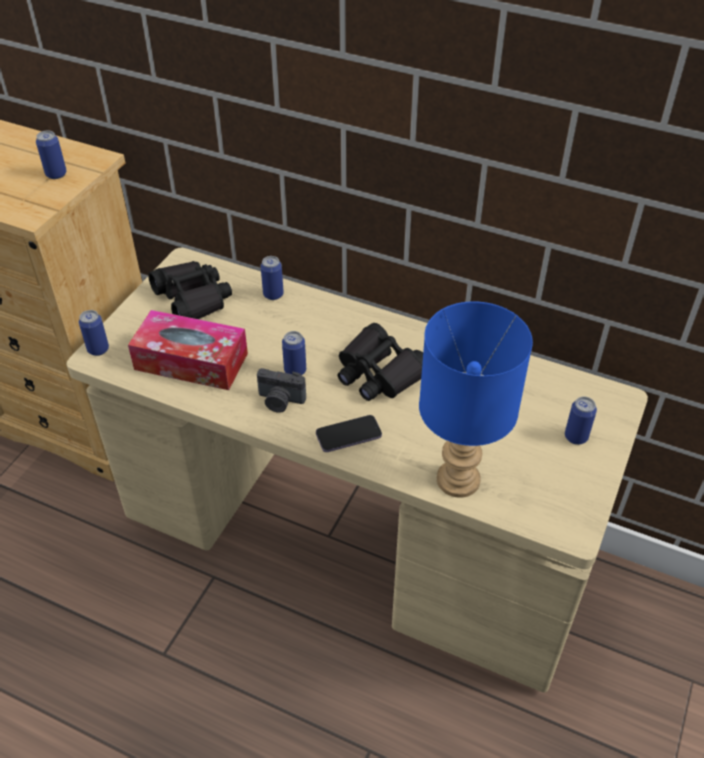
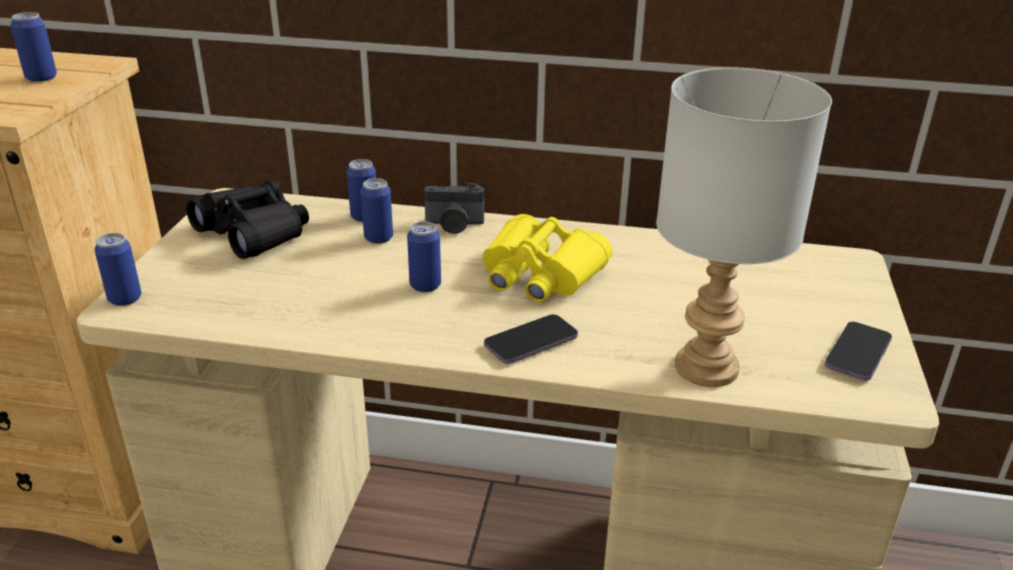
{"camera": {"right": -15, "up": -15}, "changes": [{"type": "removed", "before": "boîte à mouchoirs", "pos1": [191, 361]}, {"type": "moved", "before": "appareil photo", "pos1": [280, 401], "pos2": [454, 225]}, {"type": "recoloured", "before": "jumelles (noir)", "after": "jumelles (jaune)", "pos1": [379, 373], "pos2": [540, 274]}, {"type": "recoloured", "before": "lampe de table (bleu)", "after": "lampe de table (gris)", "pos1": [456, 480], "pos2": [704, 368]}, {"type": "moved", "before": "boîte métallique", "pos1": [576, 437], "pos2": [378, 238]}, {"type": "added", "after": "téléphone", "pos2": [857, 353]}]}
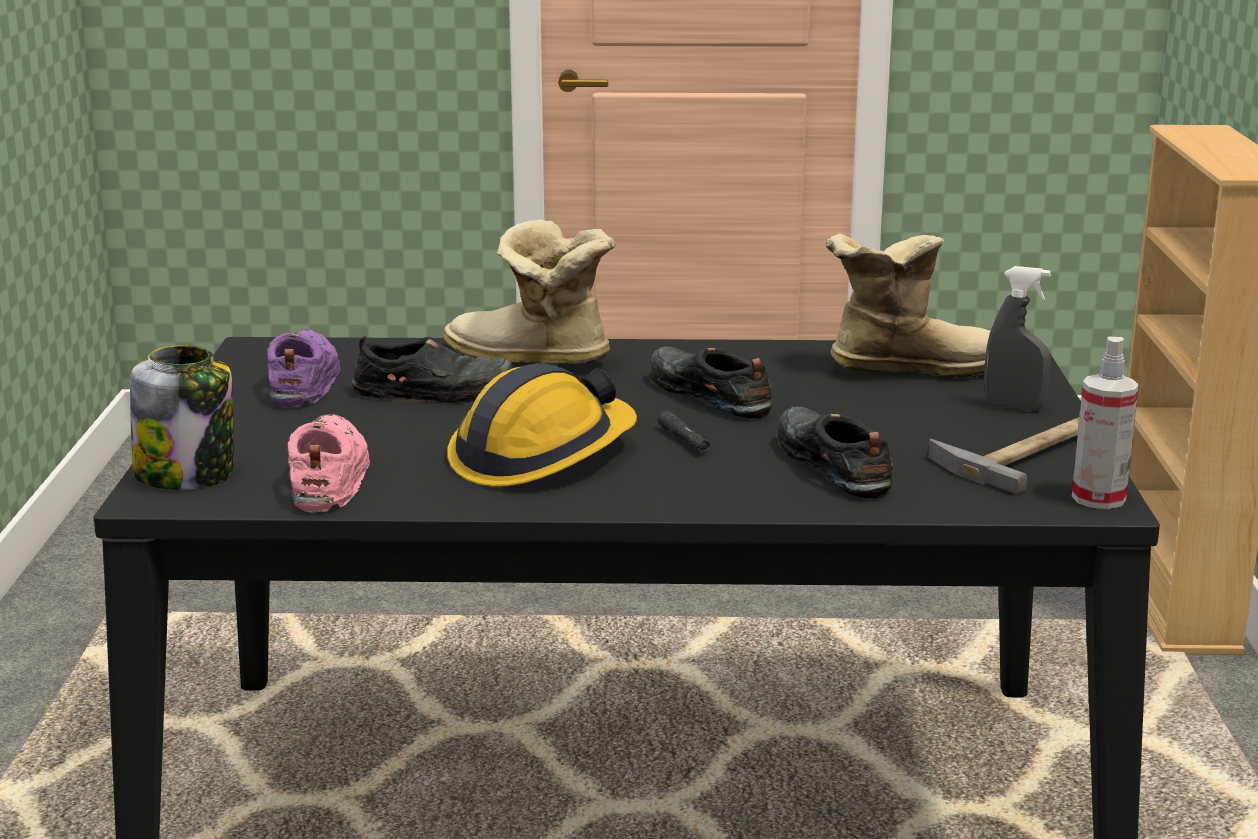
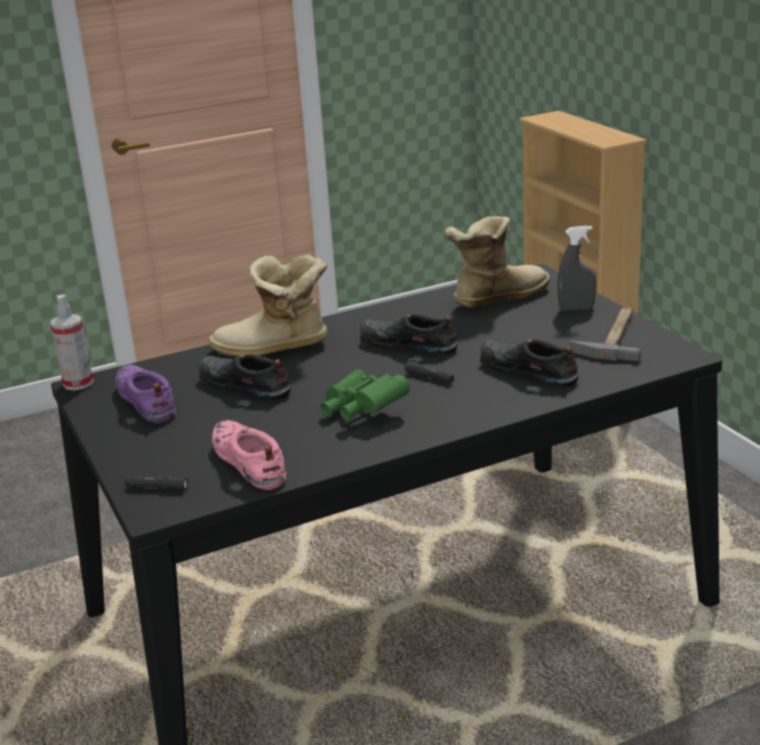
{"camera": {"right": -25, "up": 5}, "changes": [{"type": "replaced", "before": "bocal", "after": "lampe de poche (noir)", "pos1": [187, 475], "pos2": [156, 488]}, {"type": "turned", "before": "chaussure (noir)", "pos1": [437, 391], "pos2": [243, 385], "turn": -120}, {"type": "replaced", "before": "casque de chantier", "after": "jumelles (vert)", "pos1": [541, 456], "pos2": [361, 410]}, {"type": "moved", "before": "vaporisateur", "pos1": [1098, 498], "pos2": [78, 383]}]}
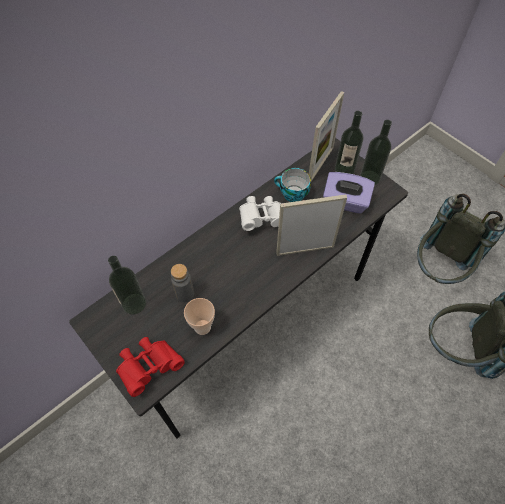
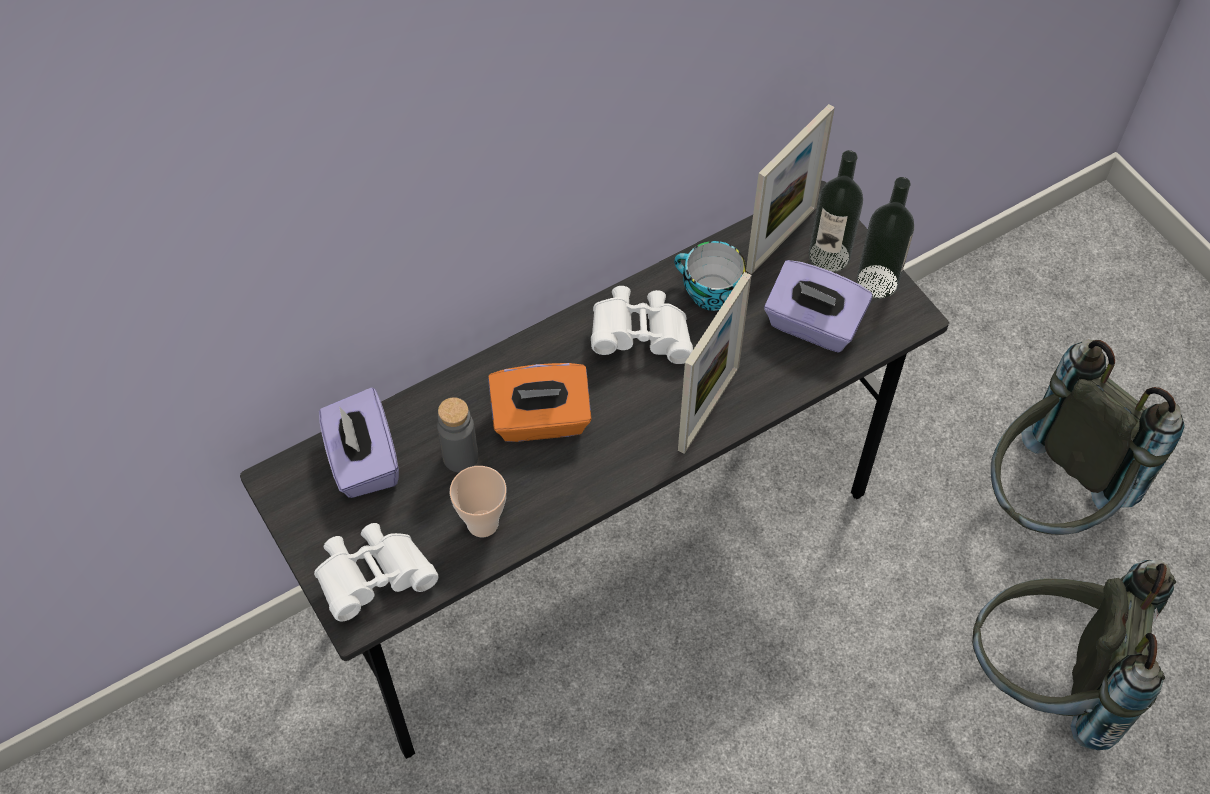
{"camera": {"right": 10, "up": 0}, "changes": [{"type": "replaced", "before": "bouteille", "after": "boîte à mouchoirs (violet)", "pos1": [134, 304], "pos2": [363, 461]}, {"type": "recoloured", "before": "jumelles (rouge)", "after": "jumelles (blanc)", "pos1": [149, 366], "pos2": [374, 578]}, {"type": "turned", "before": "cadre photo", "pos1": [305, 250], "pos2": [708, 408], "turn": 120}, {"type": "added", "after": "boîte à mouchoirs (orange)", "pos2": [541, 420]}]}
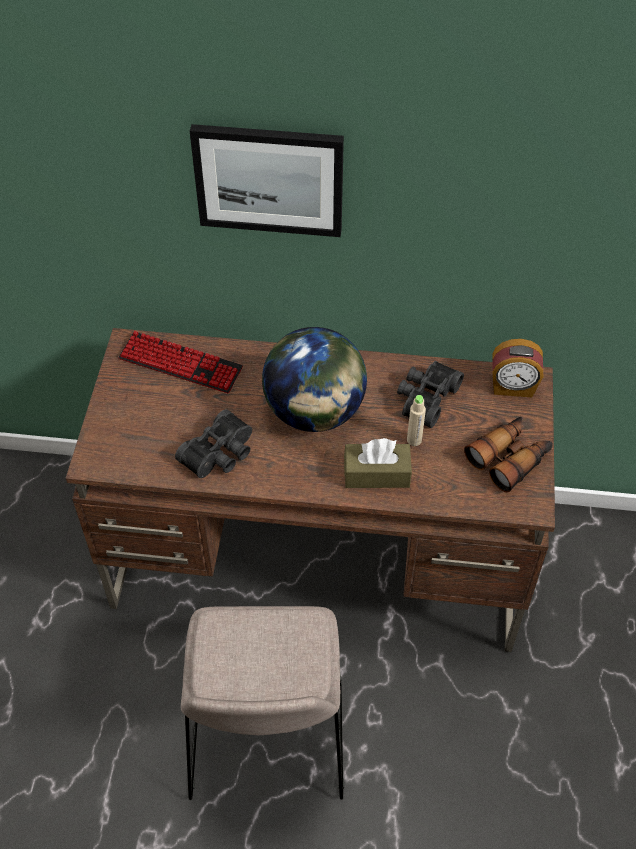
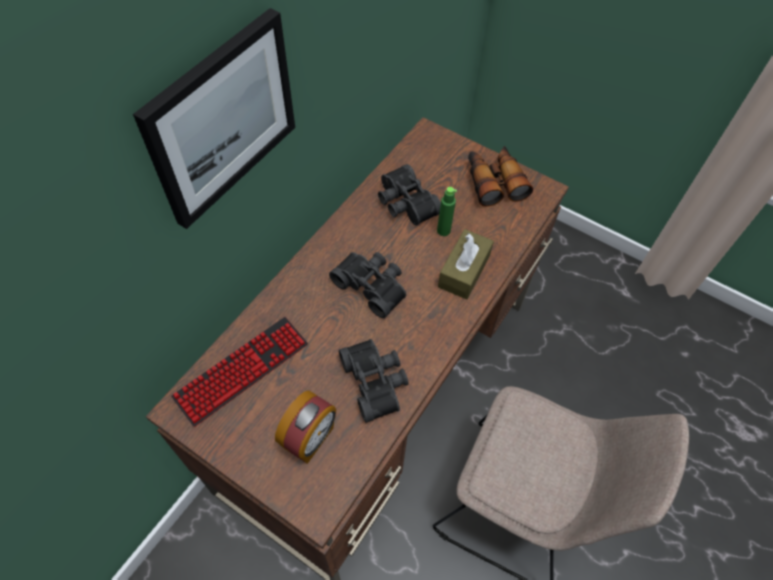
{"camera": {"right": -65, "up": 5}, "changes": [{"type": "replaced", "before": "globe", "after": "jumelles (noir)", "pos1": [315, 412], "pos2": [372, 285]}, {"type": "recoloured", "before": "bouteille (beige)", "after": "bouteille (vert)", "pos1": [414, 440], "pos2": [443, 231]}, {"type": "moved", "before": "réveil", "pos1": [512, 387], "pos2": [310, 438]}]}
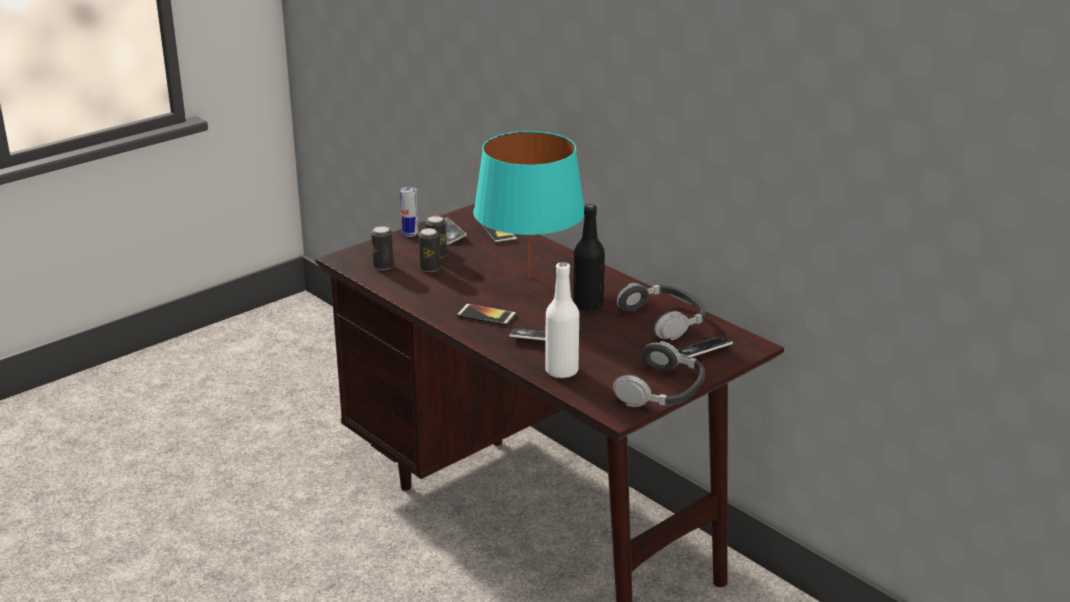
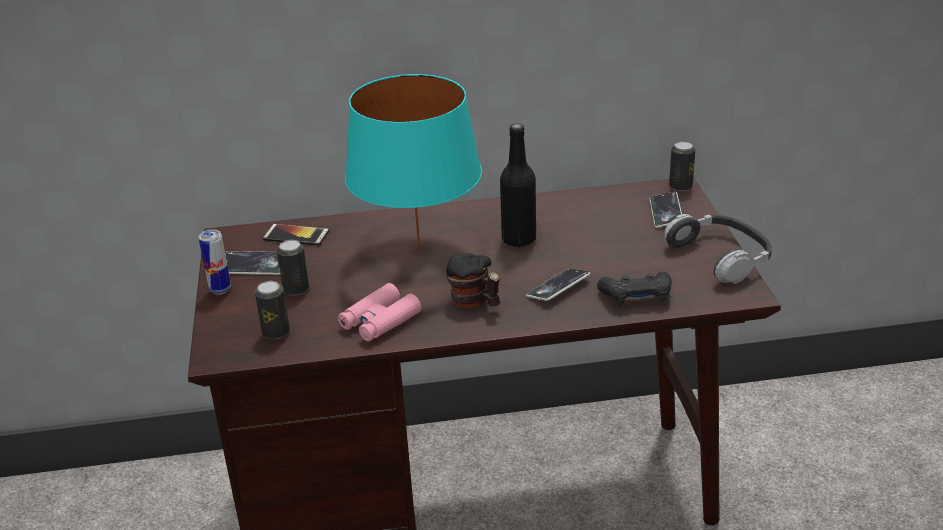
{"camera": {"right": -55, "up": 5}, "changes": [{"type": "moved", "before": "boîte métallique", "pos1": [430, 268], "pos2": [680, 186]}, {"type": "replaced", "before": "téléphone", "after": "mug", "pos1": [486, 316], "pos2": [474, 302]}, {"type": "replaced", "before": "bouteille (blanc)", "after": "manette (noir)", "pos1": [561, 371], "pos2": [636, 297]}, {"type": "removed", "before": "casque audio", "pos1": [664, 319]}, {"type": "added", "after": "jumelles (rose)", "pos2": [380, 321]}]}
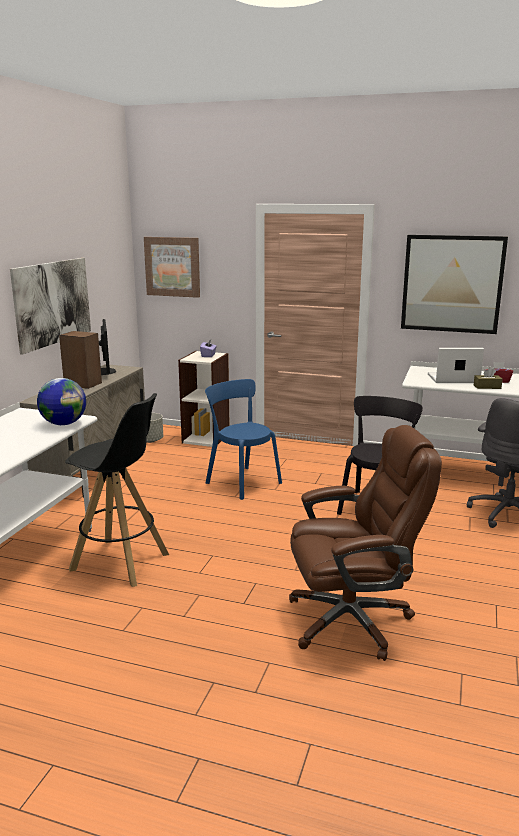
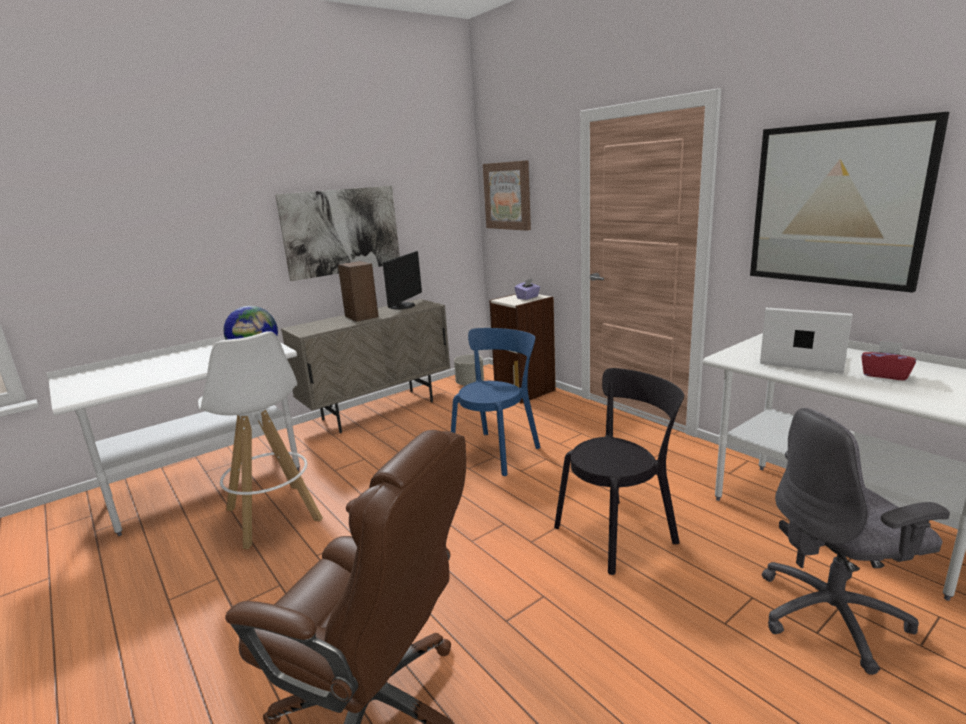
{"camera": {"right": 35, "up": 0}, "changes": [{"type": "recoloured", "before": "tabouret (noir)", "after": "tabouret (blanc)", "pos1": [121, 562], "pos2": [273, 515]}, {"type": "turned", "before": "chaise (bleu)", "pos1": [241, 482], "pos2": [497, 451], "turn": 45}, {"type": "removed", "before": "boîte à mouchoirs (marron)", "pos1": [487, 387]}]}
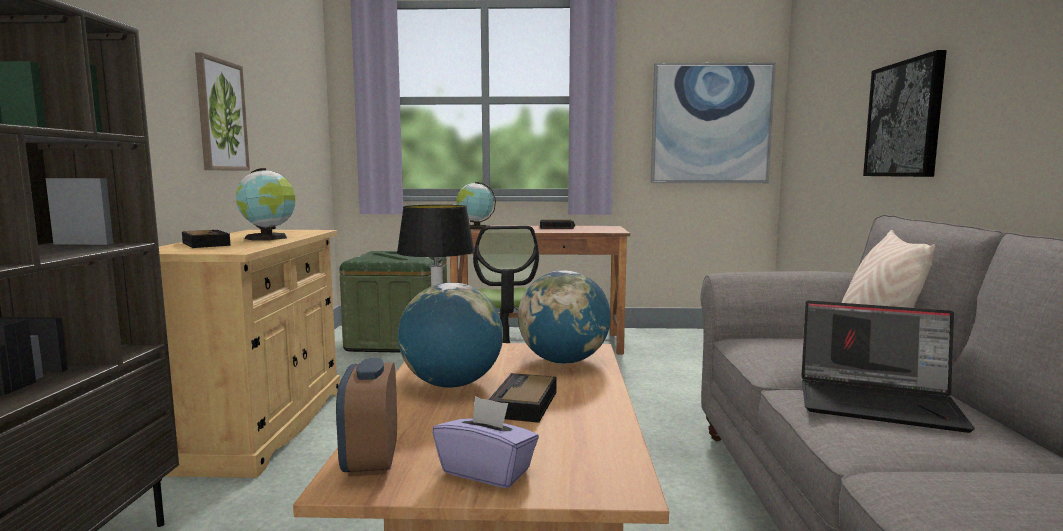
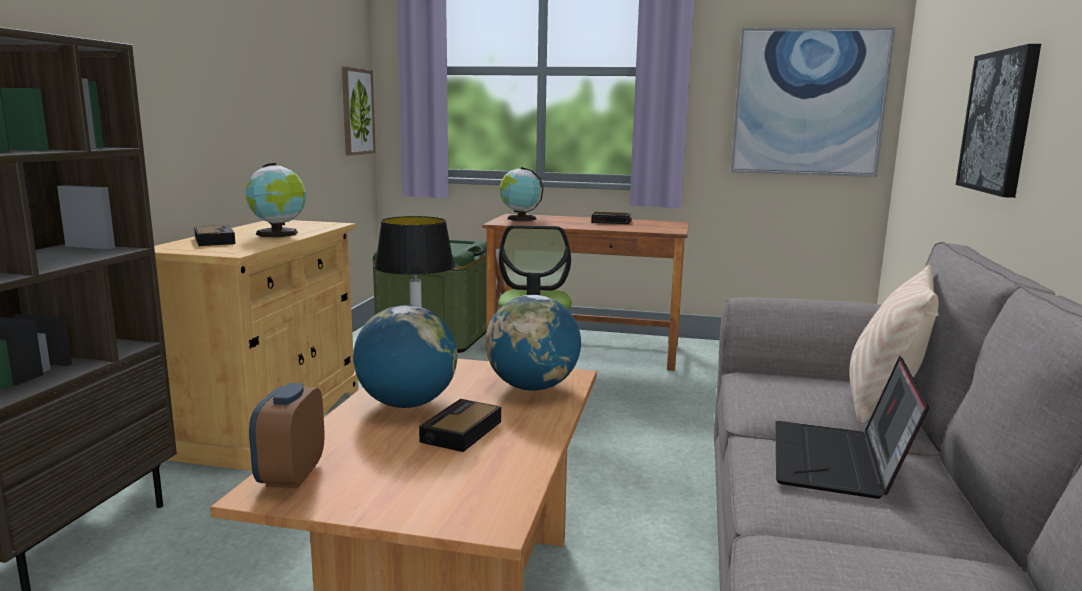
{"camera": {"right": 10, "up": 5}, "changes": [{"type": "moved", "before": "tableau", "pos1": [221, 115], "pos2": [357, 111]}, {"type": "removed", "before": "boîte à mouchoirs (violet)", "pos1": [487, 471]}, {"type": "turned", "before": "ordinateur portable", "pos1": [879, 402], "pos2": [839, 463], "turn": 75}]}
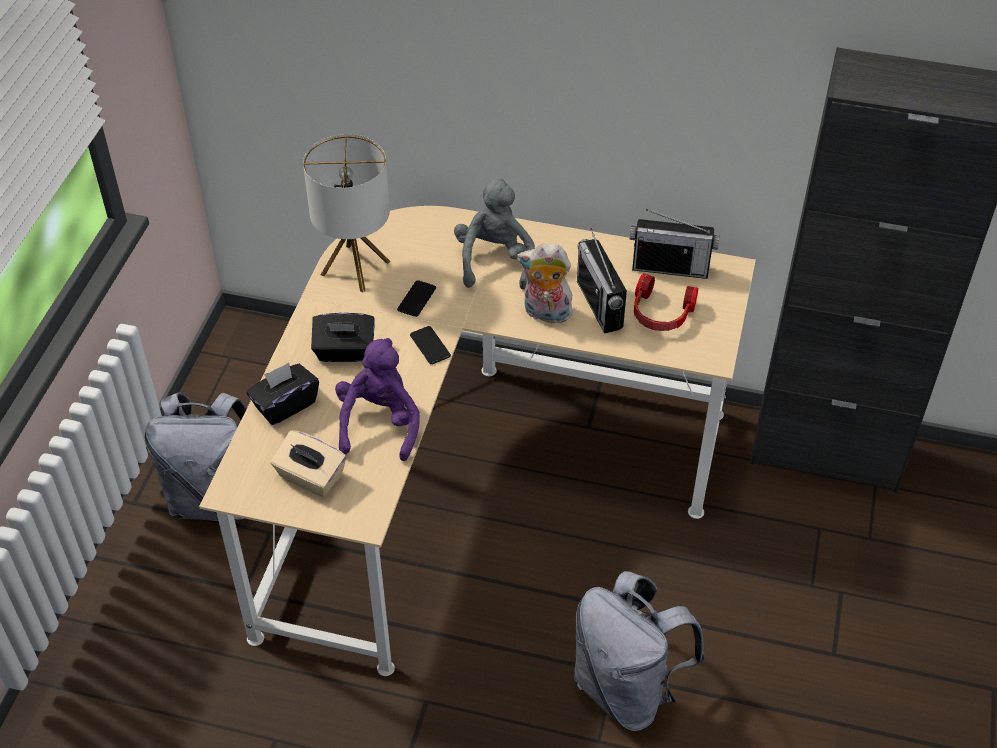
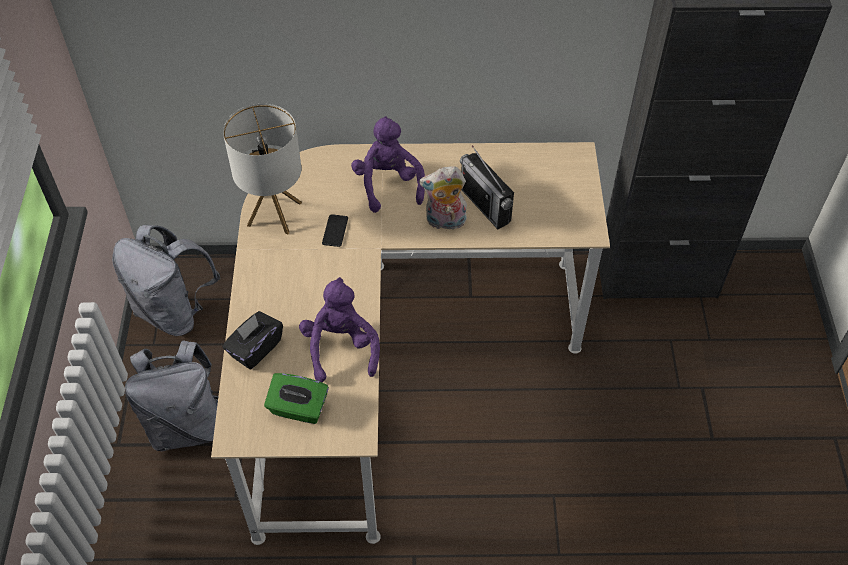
{"camera": {"right": -15, "up": 5}, "changes": [{"type": "recoloured", "before": "boîte à mouchoirs (beige)", "after": "boîte à mouchoirs (vert)", "pos1": [310, 477], "pos2": [298, 409]}, {"type": "removed", "before": "boîte à mouchoirs (noir)", "pos1": [345, 352]}, {"type": "removed", "before": "téléphone", "pos1": [430, 346]}, {"type": "recoloured", "before": "peluche (gris)", "after": "peluche (violet)", "pos1": [494, 261], "pos2": [388, 184]}, {"type": "moved", "before": "sac à dos (gris)", "pos1": [627, 688], "pos2": [174, 311]}, {"type": "removed", "before": "radio", "pos1": [670, 268]}, {"type": "removed", "before": "casque audio", "pos1": [661, 314]}]}
